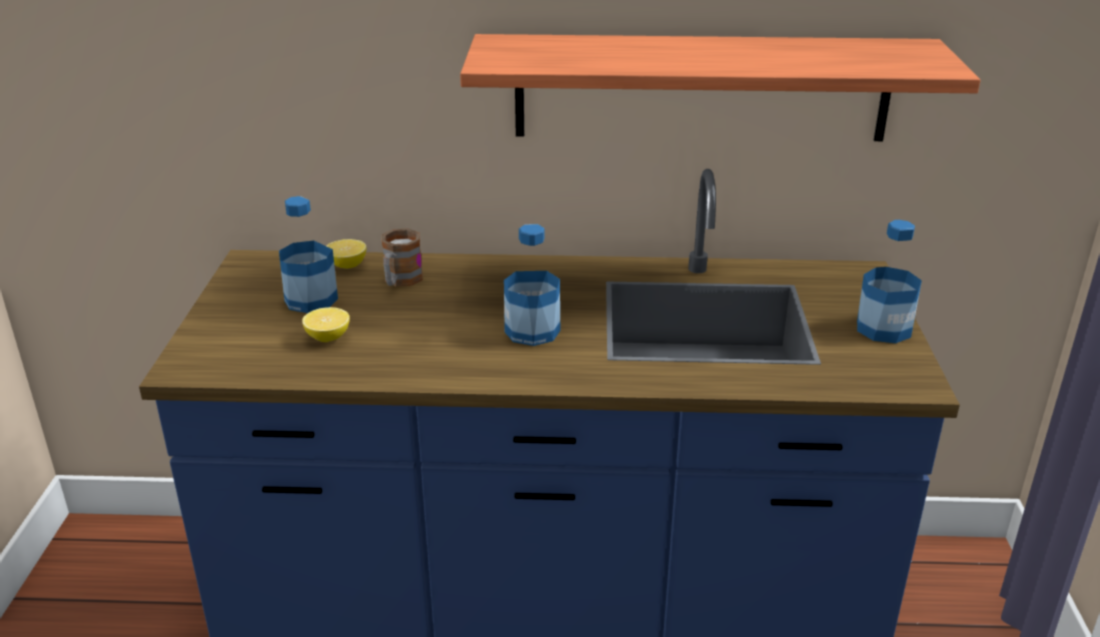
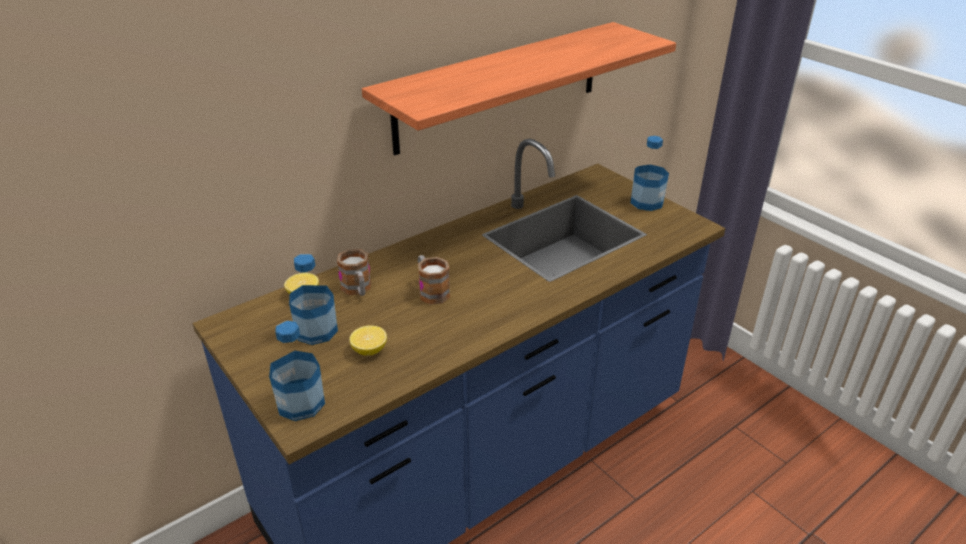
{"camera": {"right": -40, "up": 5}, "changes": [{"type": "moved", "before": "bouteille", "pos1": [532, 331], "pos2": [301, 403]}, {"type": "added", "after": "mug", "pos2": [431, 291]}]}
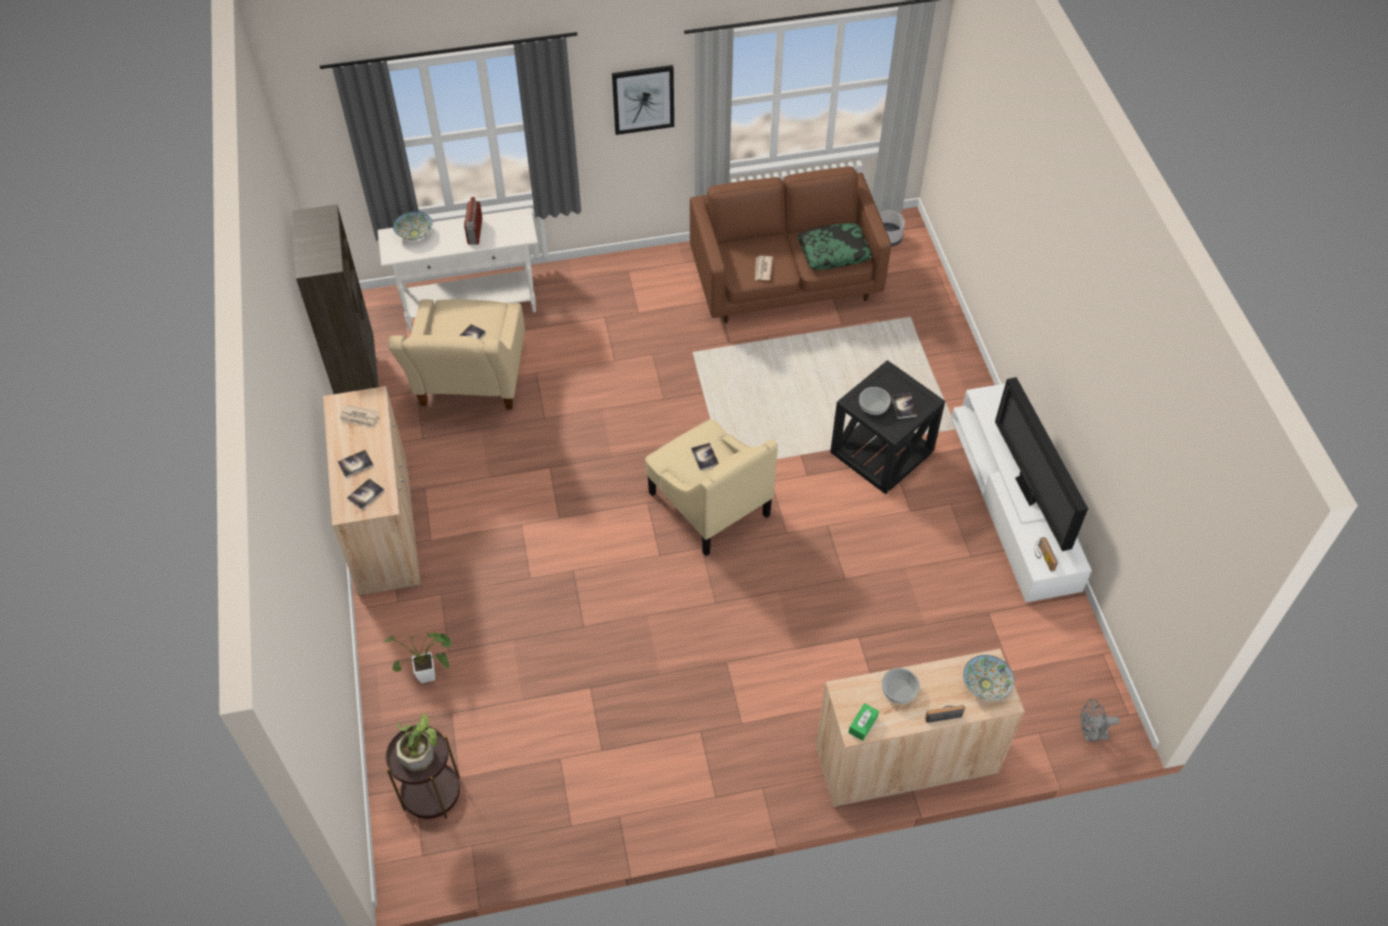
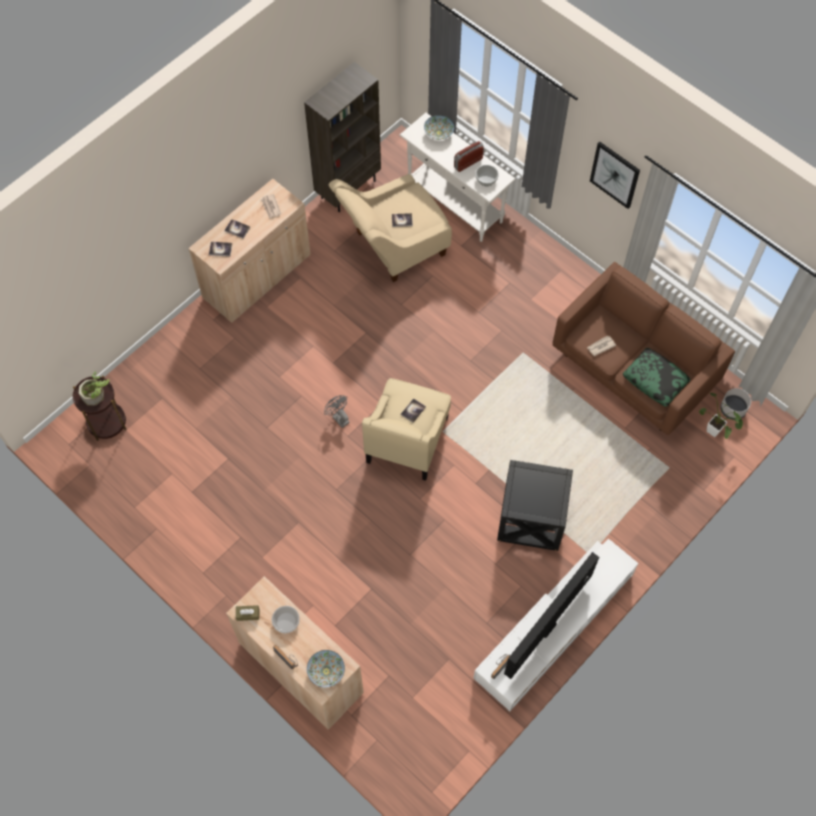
{"camera": {"right": 55, "up": 10}, "changes": [{"type": "moved", "before": "plante en pot", "pos1": [431, 675], "pos2": [715, 433]}, {"type": "recoloured", "before": "boîte à mouchoirs (vert)", "after": "boîte à mouchoirs (marron)", "pos1": [863, 724], "pos2": [248, 614]}, {"type": "moved", "before": "bol", "pos1": [873, 406], "pos2": [486, 178]}, {"type": "removed", "before": "livre", "pos1": [904, 406]}, {"type": "moved", "before": "ventilateur (gris)", "pos1": [1090, 734], "pos2": [338, 418]}]}
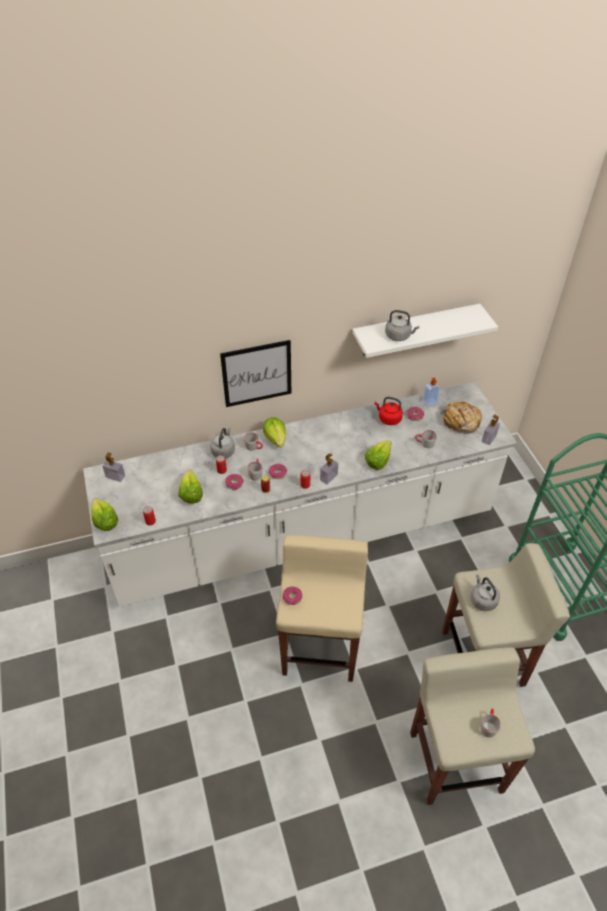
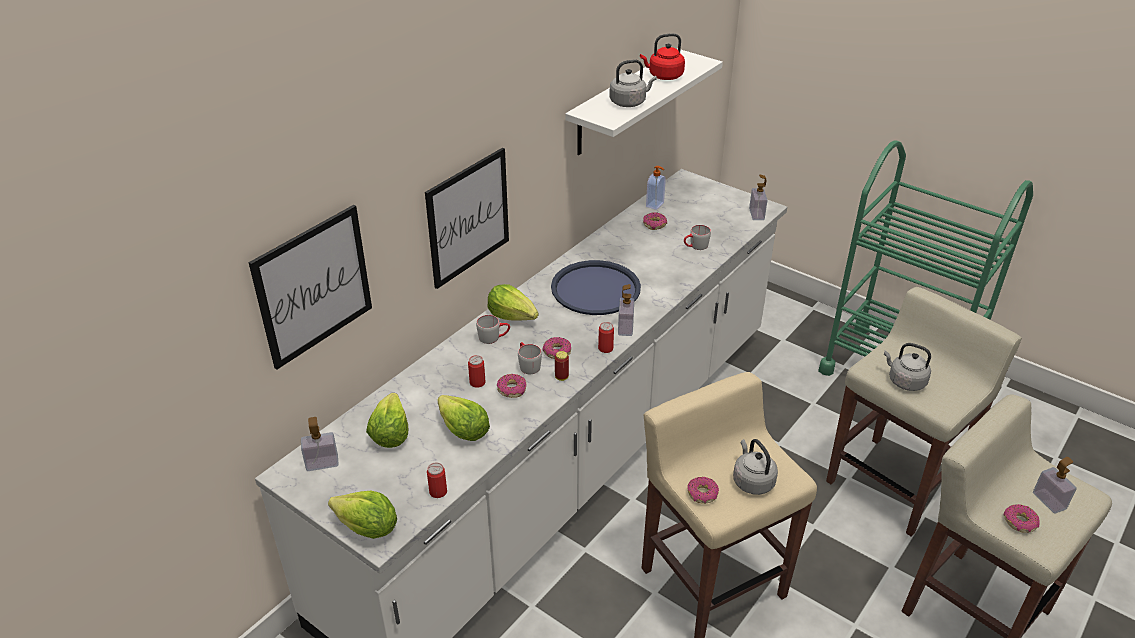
{"camera": {"right": -35, "up": -10}, "changes": [{"type": "moved", "before": "bouilloire (gris)", "pos1": [223, 451], "pos2": [752, 481]}, {"type": "moved", "before": "laitue", "pos1": [378, 460], "pos2": [390, 433]}, {"type": "moved", "before": "bouilloire (rouge)", "pos1": [388, 419], "pos2": [664, 76]}, {"type": "removed", "before": "pain", "pos1": [460, 422]}, {"type": "replaced", "before": "mug (gris)", "after": "distributeur de savon", "pos1": [488, 725], "pos2": [1049, 501]}, {"type": "added", "after": "tableau", "pos2": [313, 286]}, {"type": "added", "after": "plateau (bleu)", "pos2": [595, 289]}, {"type": "added", "after": "beignet", "pos2": [1020, 522]}]}
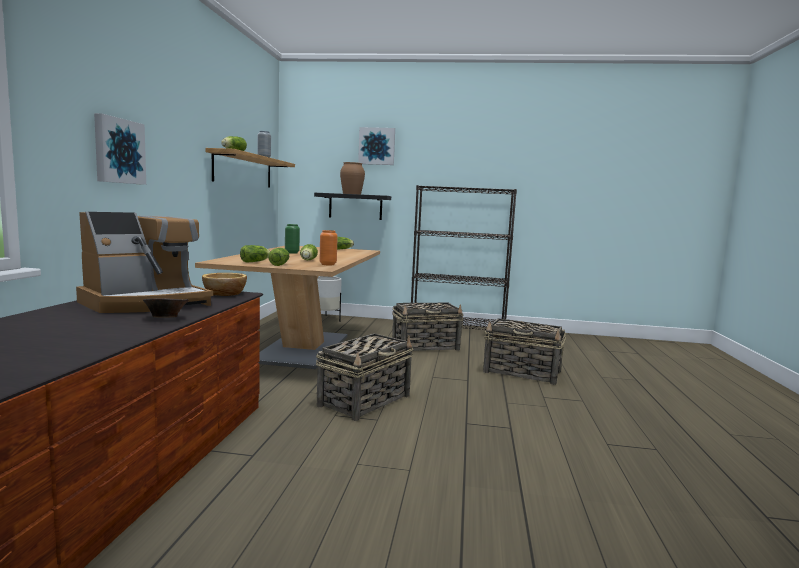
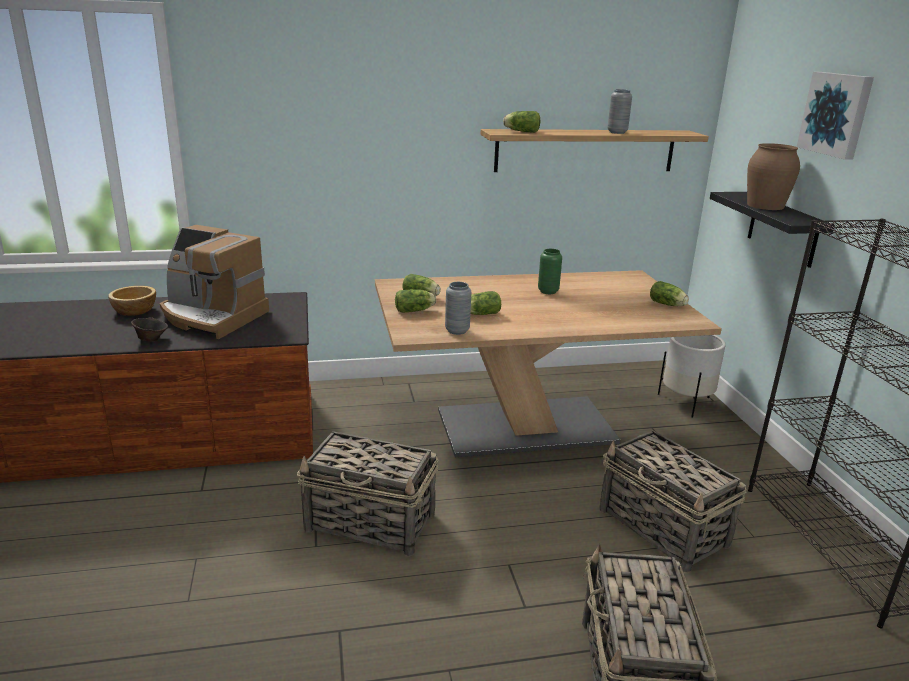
{"camera": {"right": 70, "up": 15}, "changes": [{"type": "removed", "before": "tableau", "pos1": [118, 151]}, {"type": "moved", "before": "bol", "pos1": [225, 293], "pos2": [135, 311]}, {"type": "recoloured", "before": "vase (orange)", "after": "vase (gris)", "pos1": [328, 264], "pos2": [457, 331]}]}
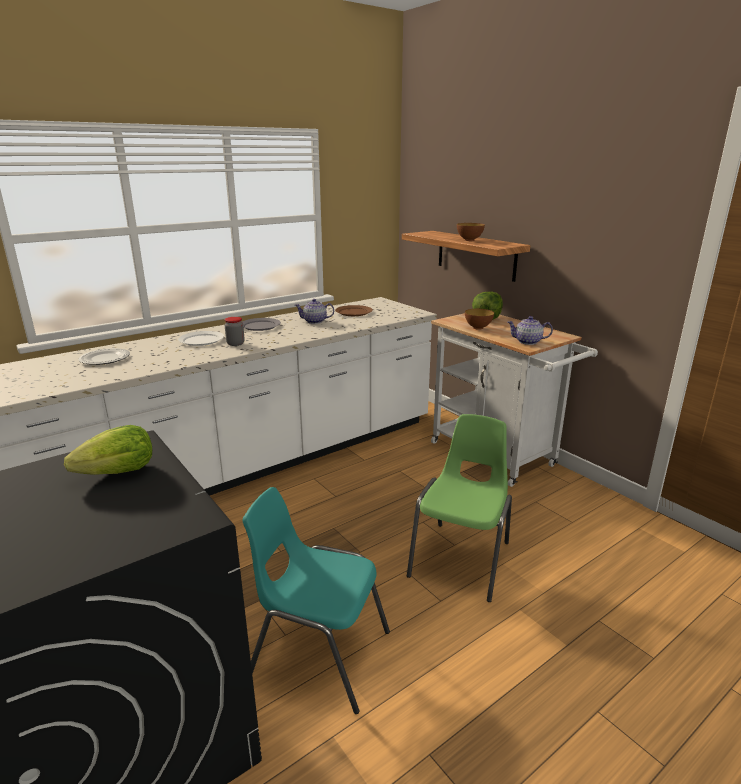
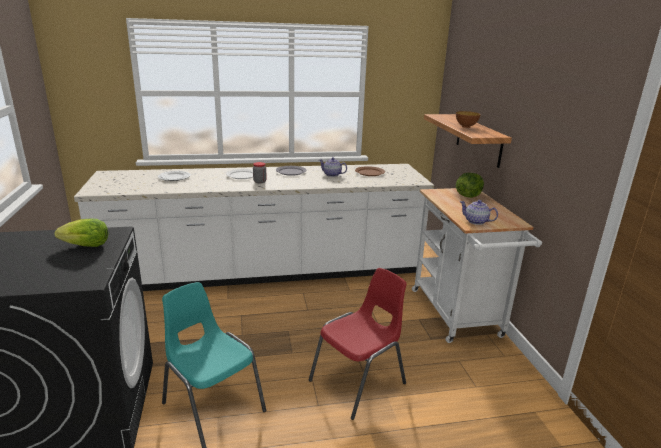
{"camera": {"right": 25, "up": 0}, "changes": [{"type": "recoloured", "before": "chaise (vert)", "after": "chaise (rouge)", "pos1": [462, 558], "pos2": [359, 382]}, {"type": "removed", "before": "bol", "pos1": [478, 328]}]}
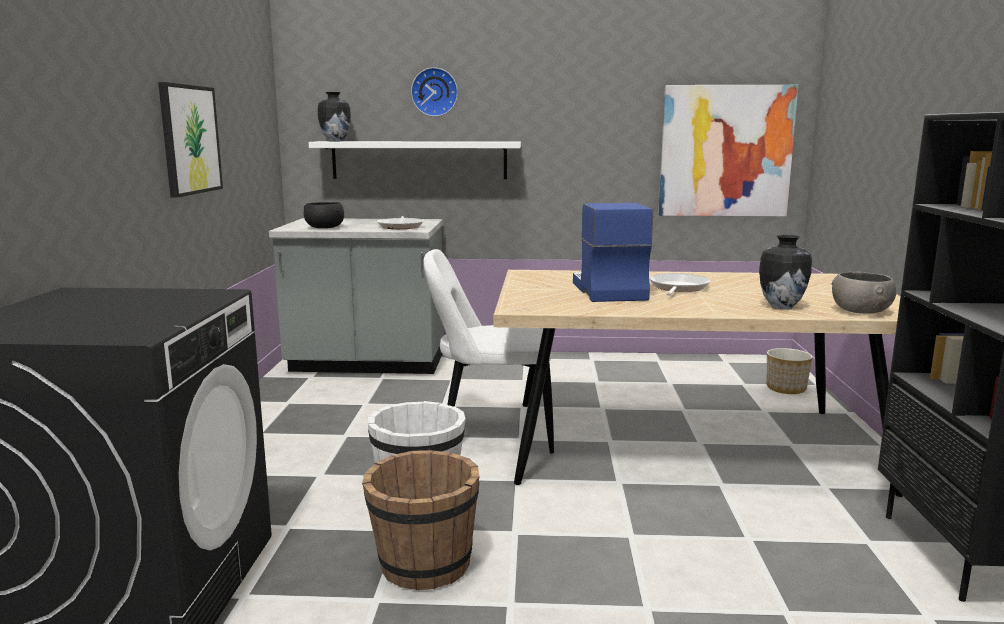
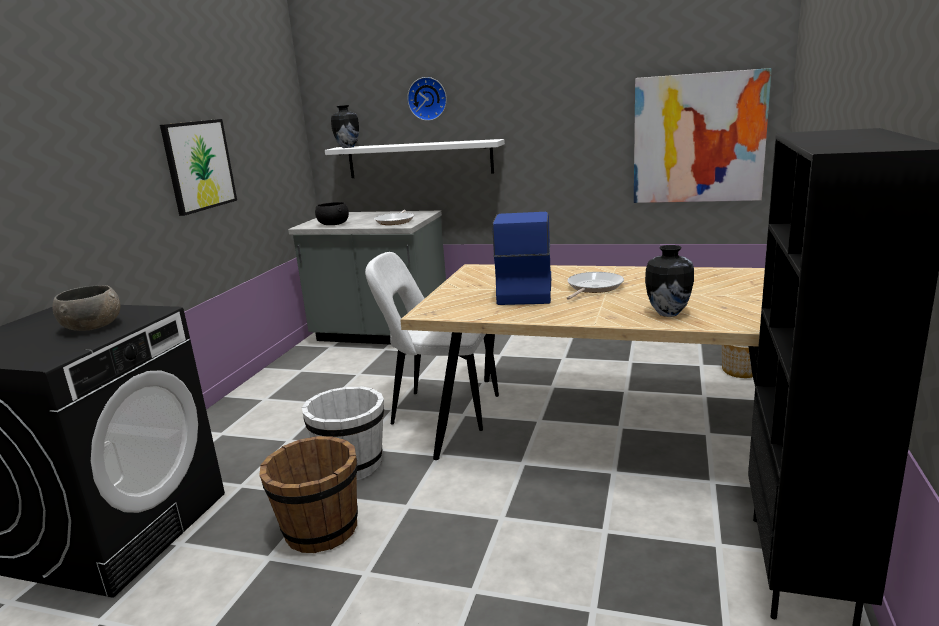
{"camera": {"right": 15, "up": 5}, "changes": [{"type": "moved", "before": "bol (gris)", "pos1": [860, 311], "pos2": [92, 326]}]}
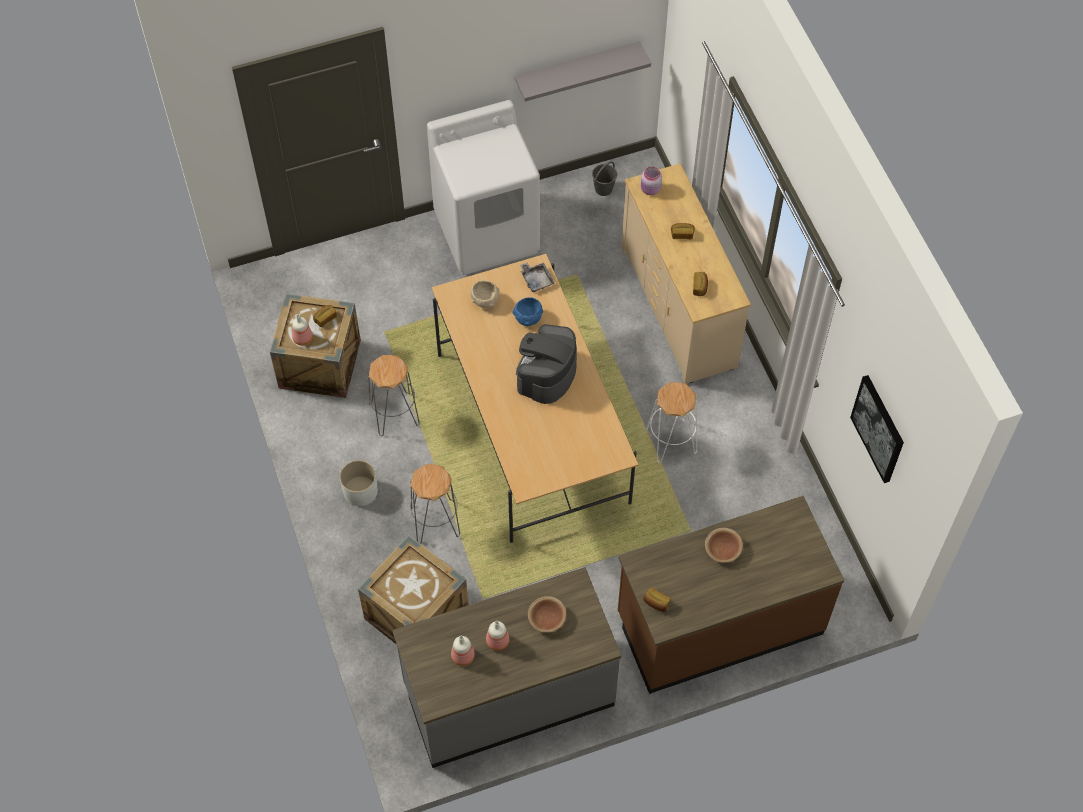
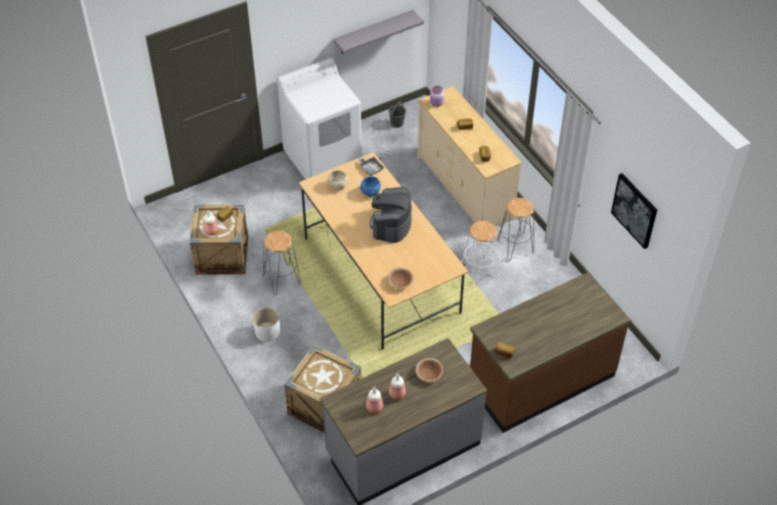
{"camera": {"right": -10, "up": -10}, "changes": [{"type": "moved", "before": "tabouret (gris)", "pos1": [435, 521], "pos2": [515, 246]}, {"type": "moved", "before": "bol (marron)", "pos1": [722, 549], "pos2": [400, 282]}]}
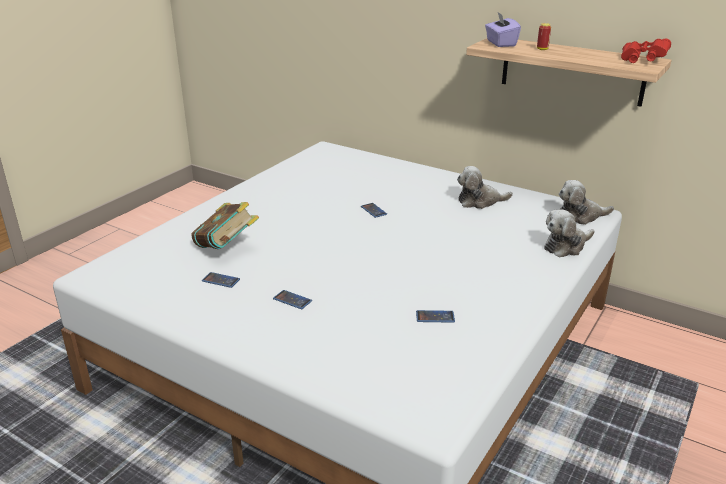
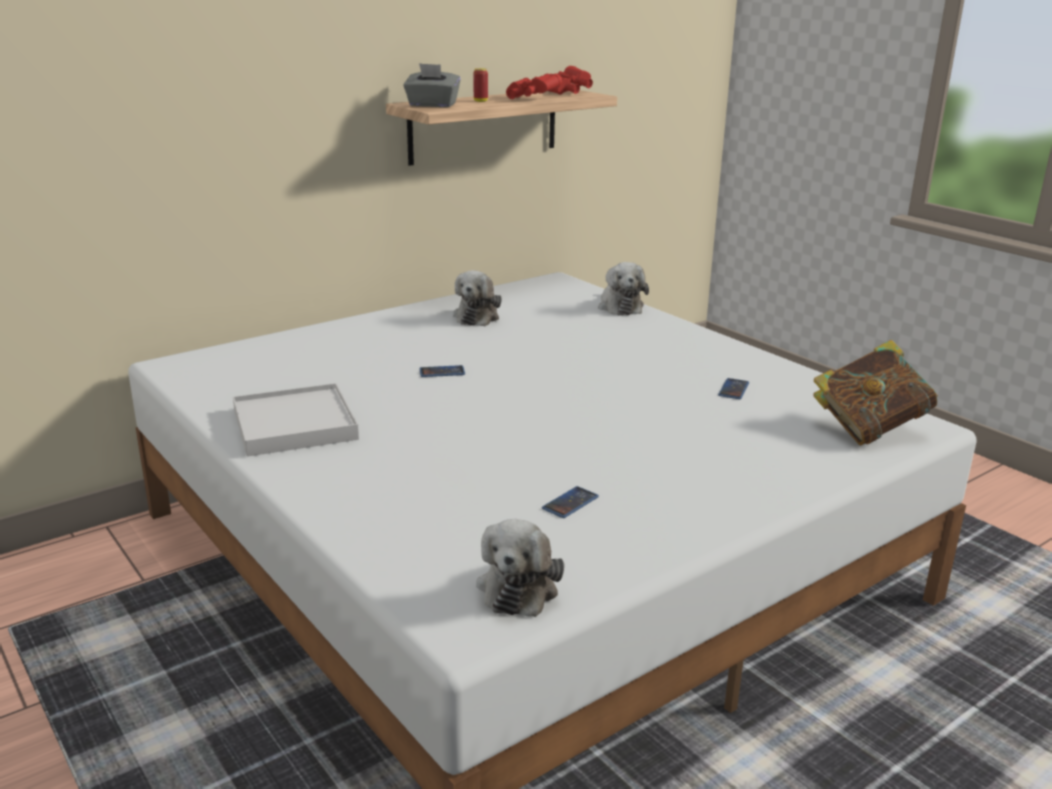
{"camera": {"right": -70, "up": -5}, "changes": [{"type": "moved", "before": "livre", "pos1": [227, 248], "pos2": [869, 429]}, {"type": "removed", "before": "téléphone", "pos1": [292, 300]}, {"type": "recoloured", "before": "boîte à mouchoirs (violet)", "after": "boîte à mouchoirs (gris)", "pos1": [500, 43], "pos2": [432, 105]}, {"type": "moved", "before": "peluche", "pos1": [580, 216], "pos2": [519, 586]}, {"type": "added", "after": "plateau (blanc)", "pos2": [295, 425]}, {"type": "added", "after": "jumelles (rouge)", "pos2": [530, 99]}]}
